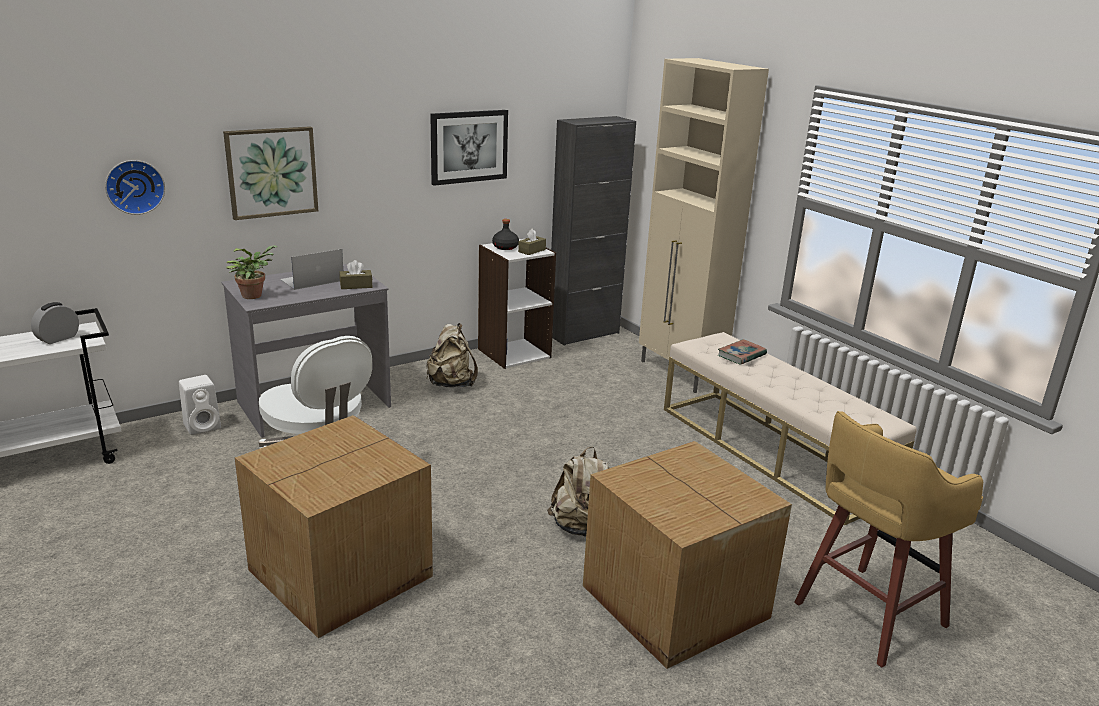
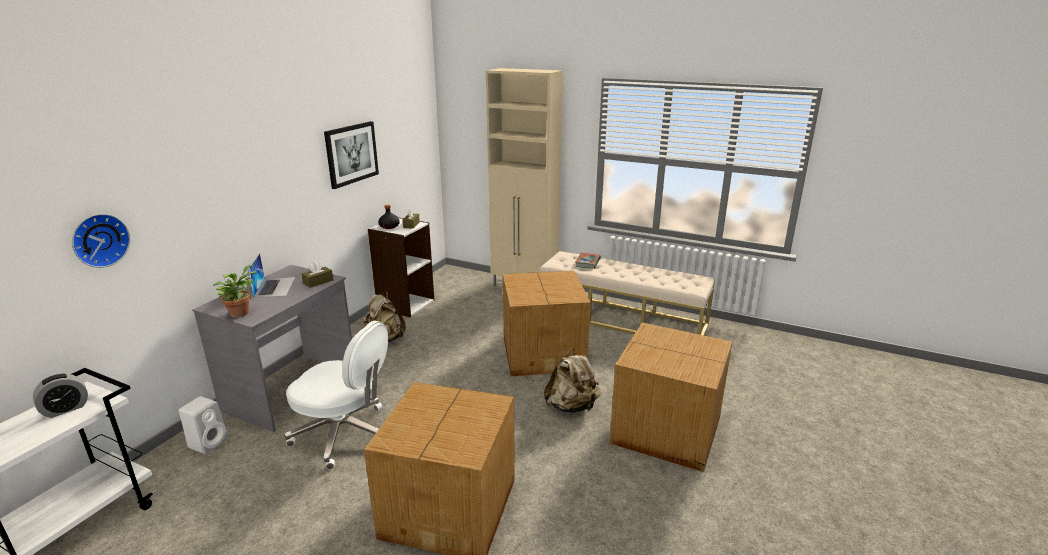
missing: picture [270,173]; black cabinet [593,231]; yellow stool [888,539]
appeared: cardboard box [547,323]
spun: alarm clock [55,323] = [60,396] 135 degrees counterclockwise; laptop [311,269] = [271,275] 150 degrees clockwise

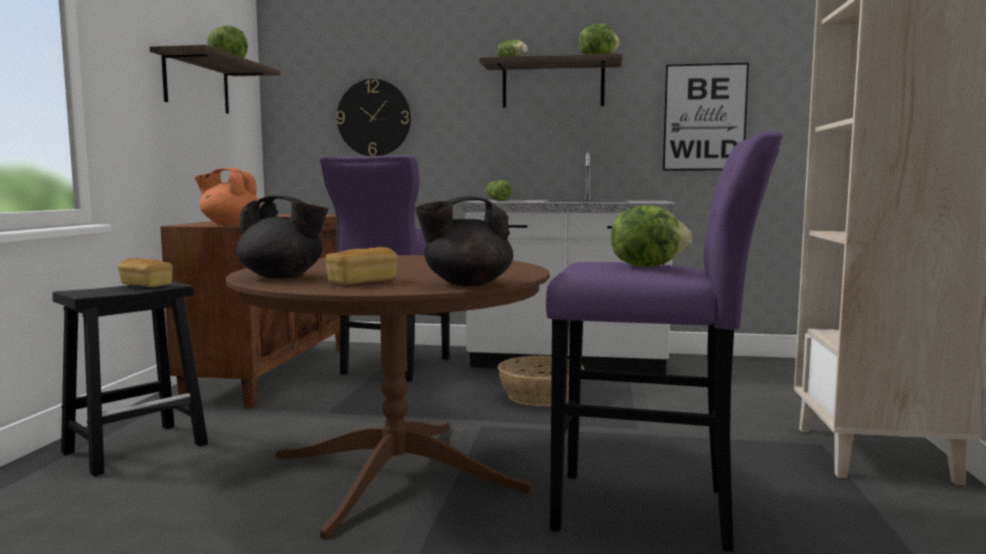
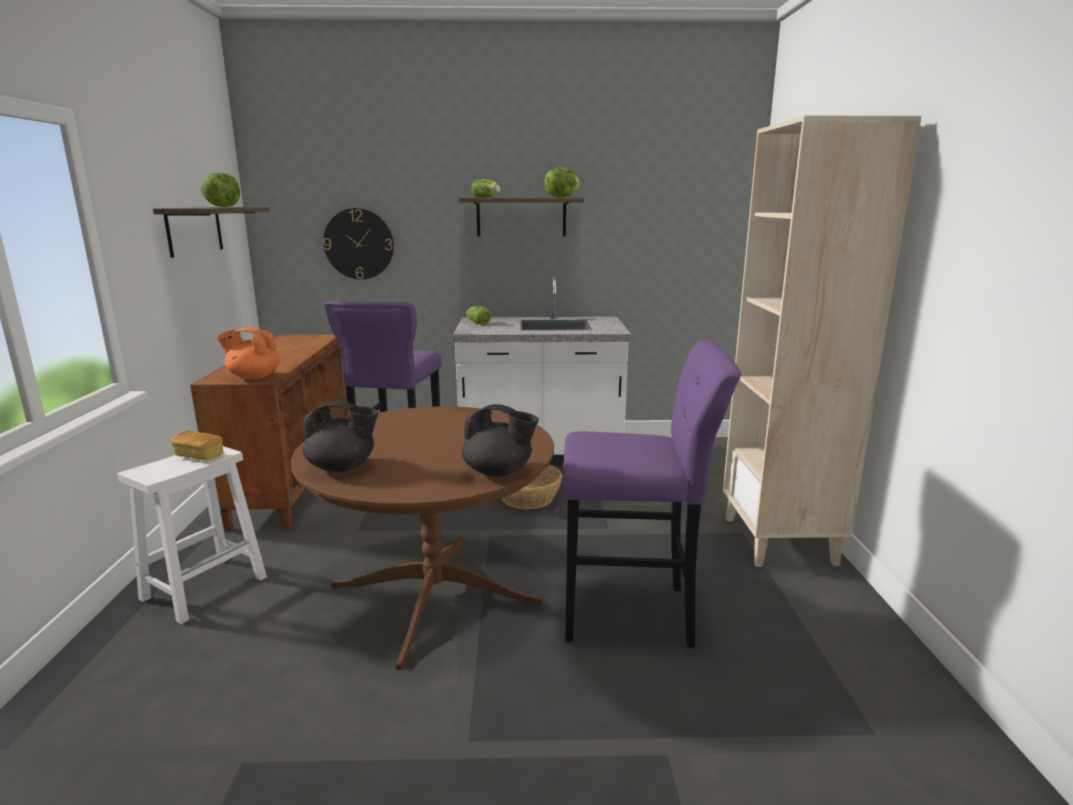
missing: bread [361,265]; lettuce [651,236]; picture [706,117]
colour: black stool [130,378] to white stool [192,535]
spun: black teapot [464,241] = [500,440] 135 degrees counterclockwise

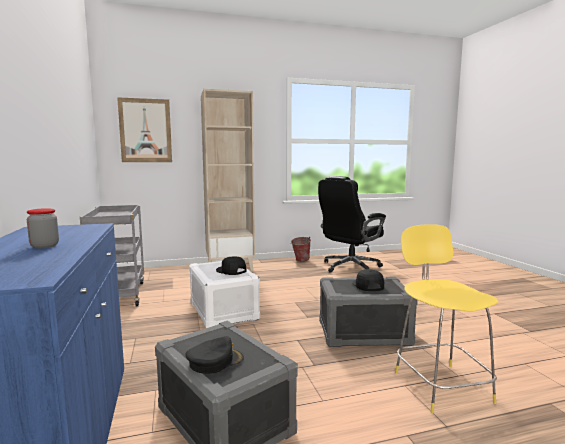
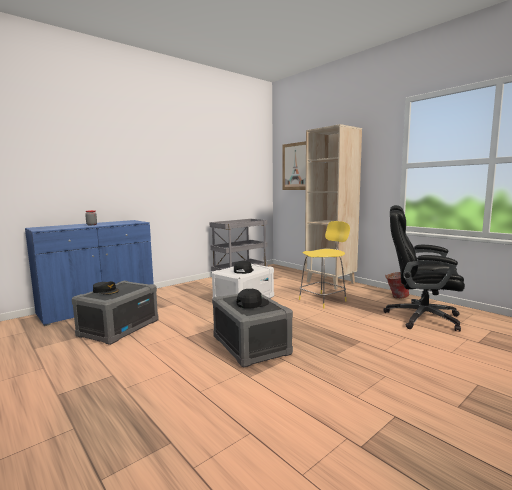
relocated: yellow stool [446,318] to [324,264]

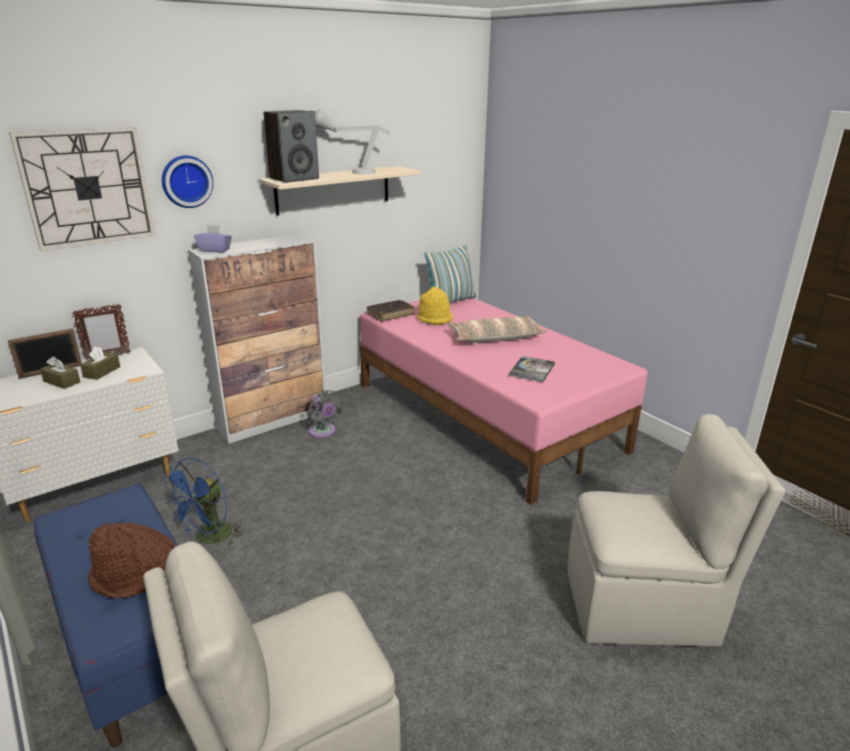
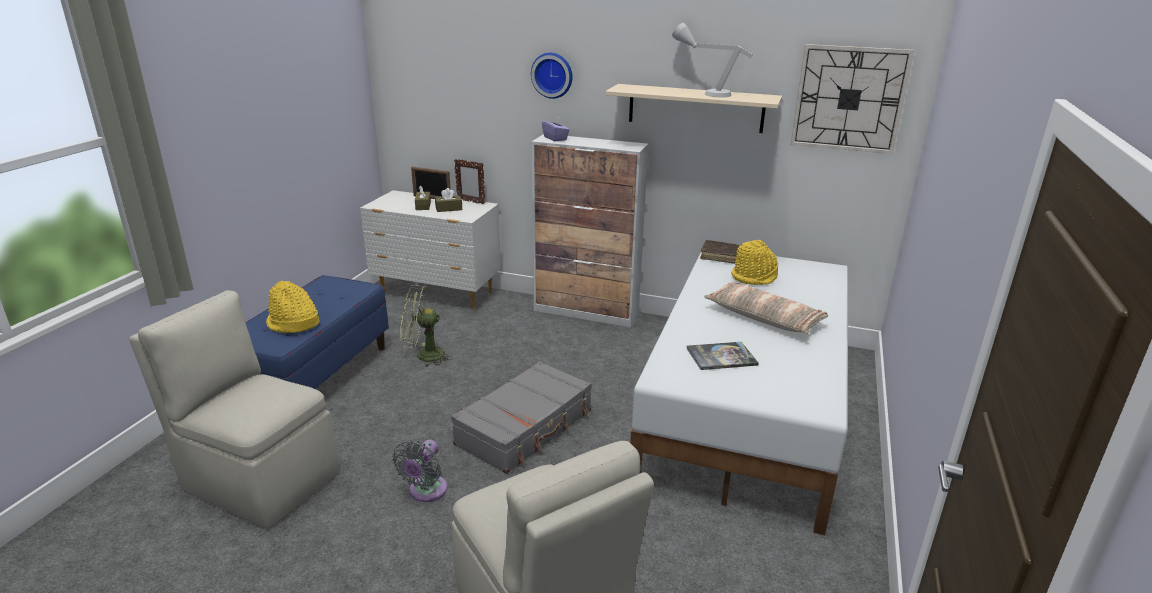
missing: speaker [291,146]; pillow [450,274]
appeared: grey suitcase [521,417]
relocated: wall clock [82,189] to [852,99]; grey fan [325,414] to [420,471]
colour: brown hat [132,560] to yellow hat [293,307]; blue fan [202,501] to green fan [426,326]; pink bed [504,401] to white bed [739,393]

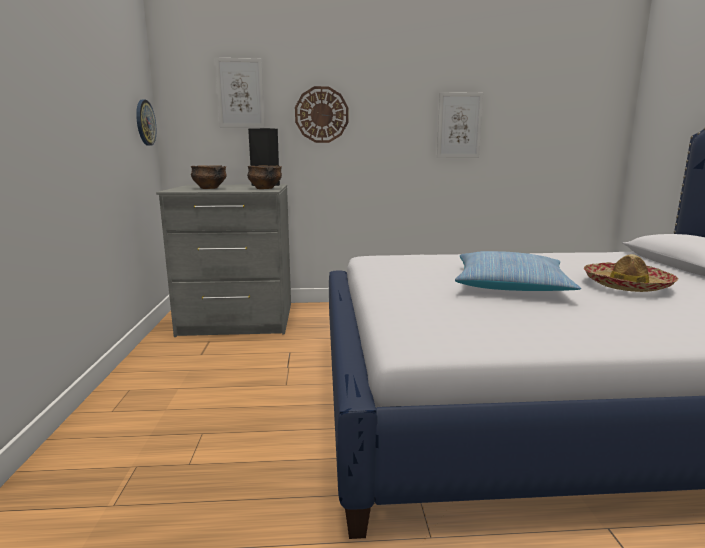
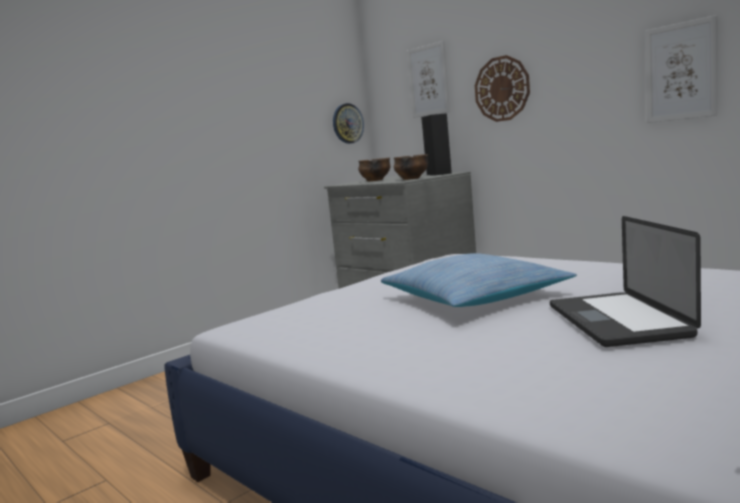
exchanged: hat [631,273] to laptop [625,281]

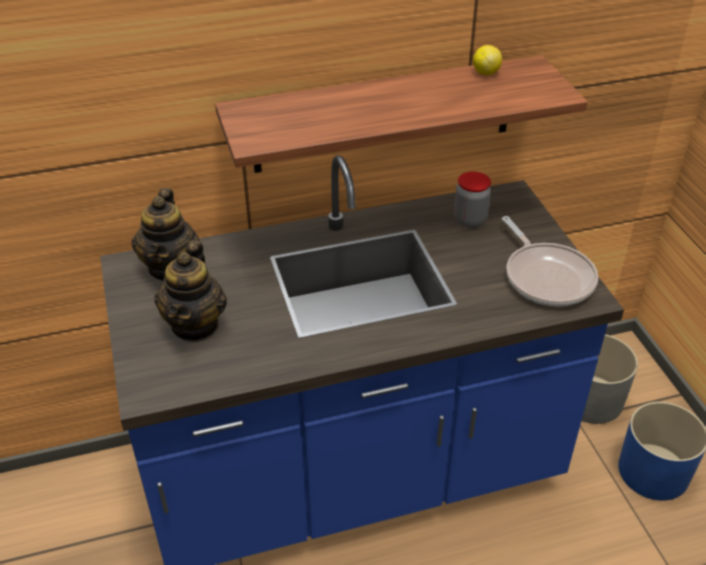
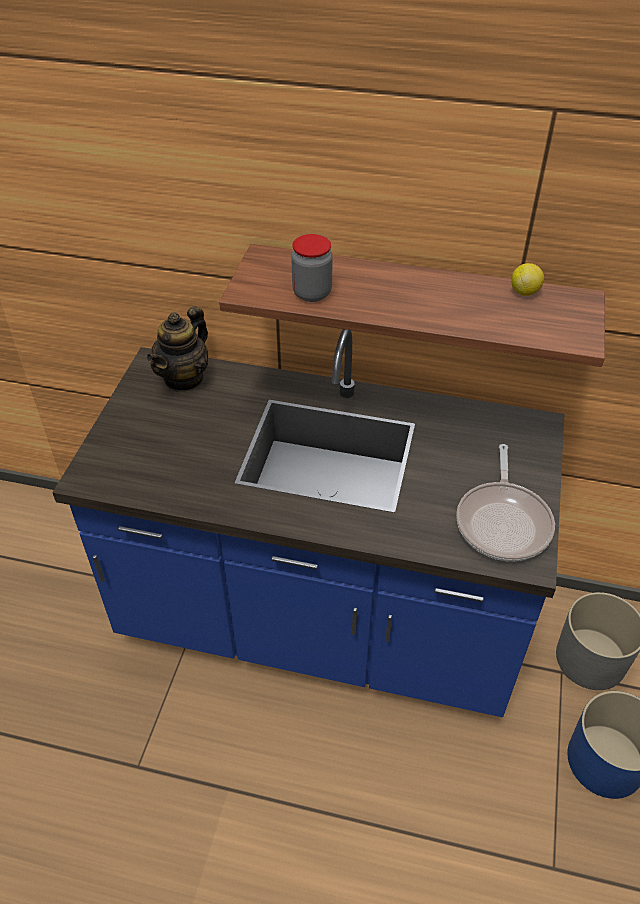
missing: teapot [191,291]
relocated: jar [472,200] to [312,268]

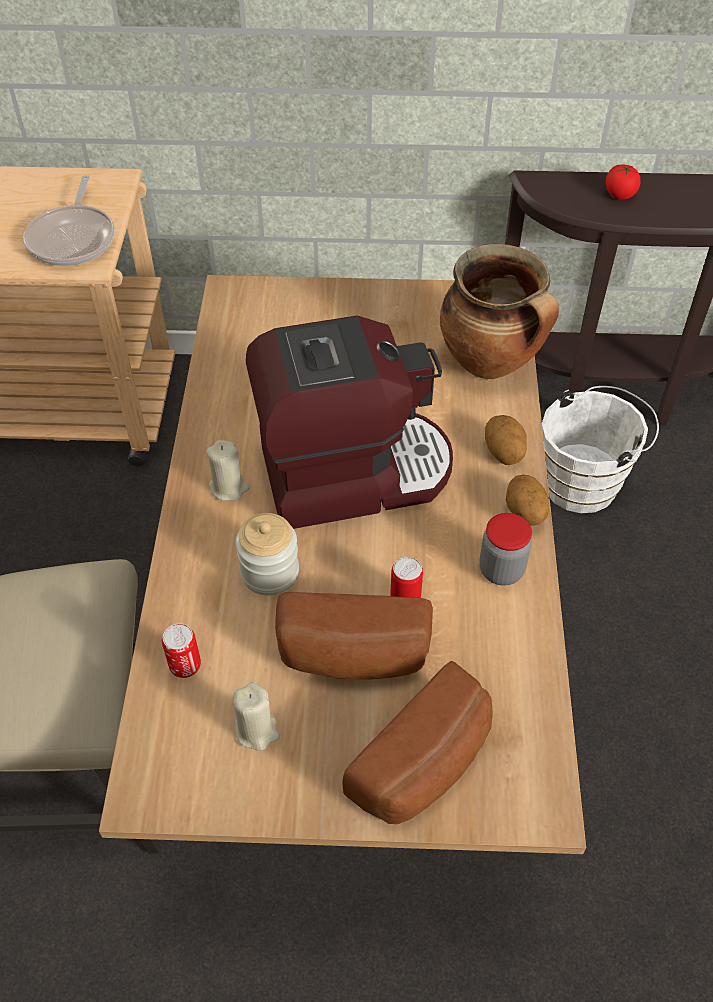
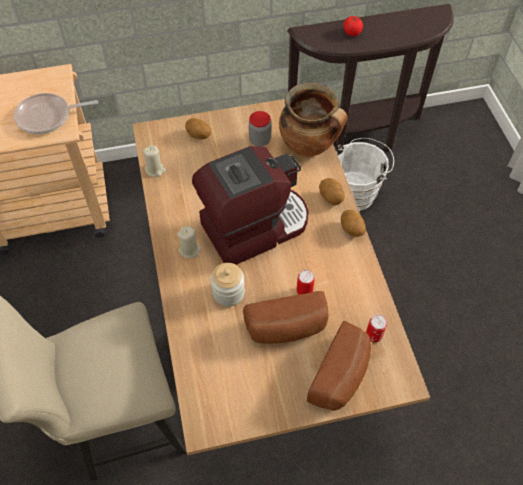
appeared: potato [198,128]
relocated: can [181,650] to [376,328]; beige candle [256,716] to [154,161]; jar [505,549] to [260,129]
spun: frying pan [69,220] = [56,113] 90 degrees clockwise

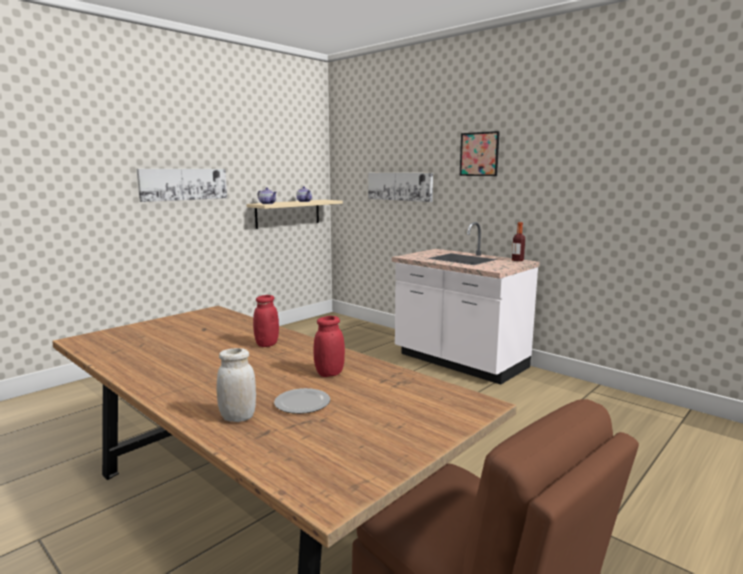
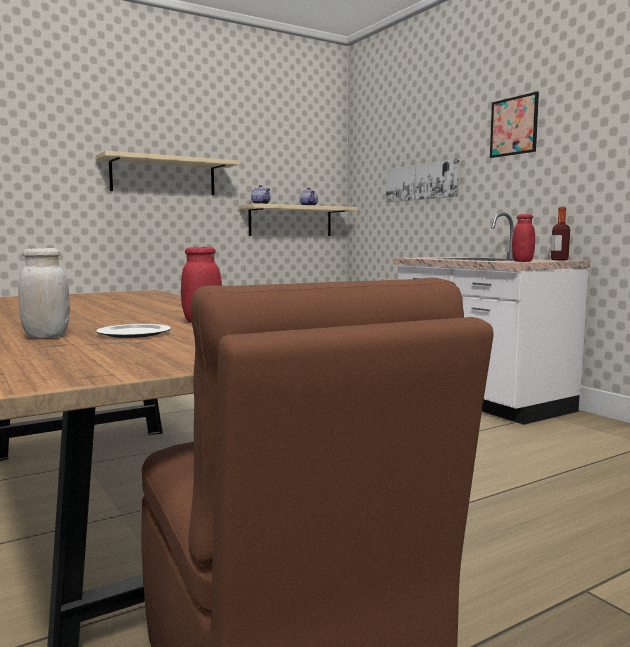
relocated: red jar [266,321] to [523,238]
exchanged: picture [182,185] to beige shelf [167,173]

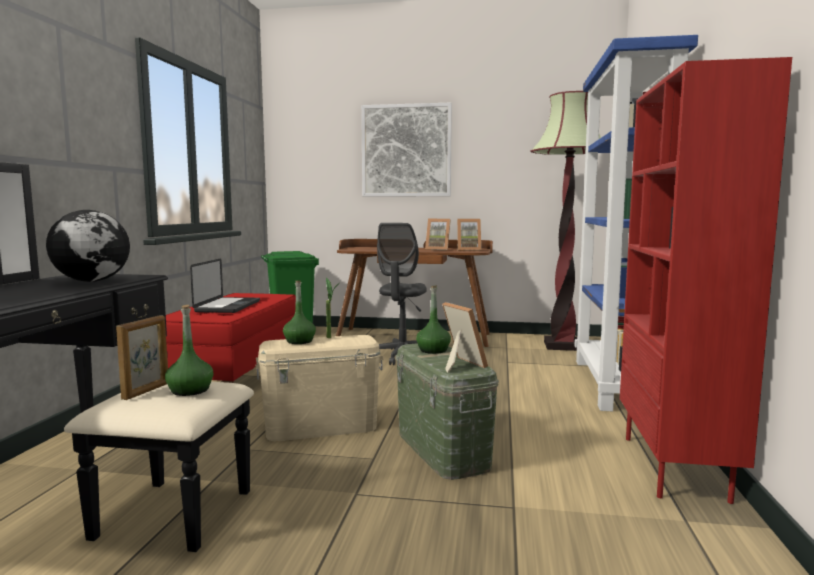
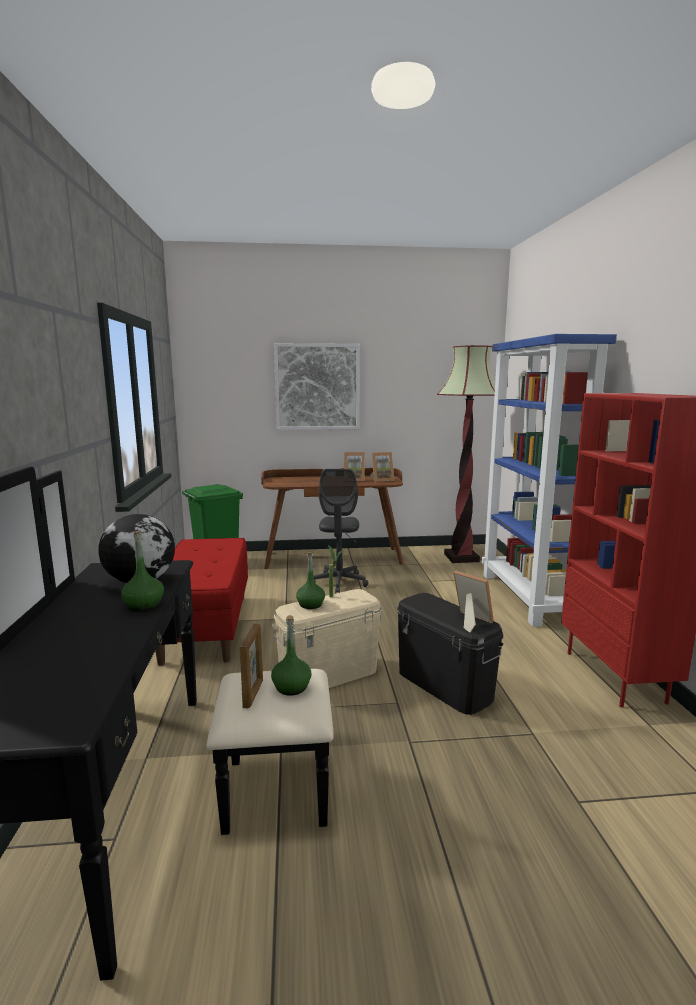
missing: laptop [225,286]
relocated: green bottle [433,319] to [142,571]
colour: green storage box [447,411] to black storage box [450,654]

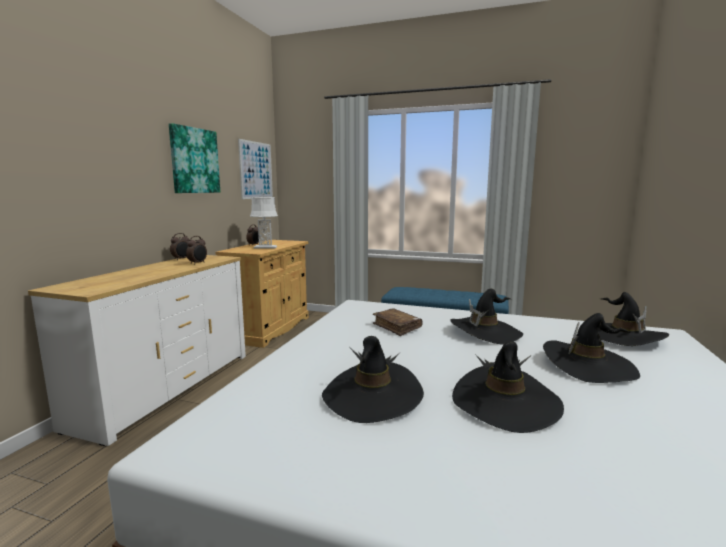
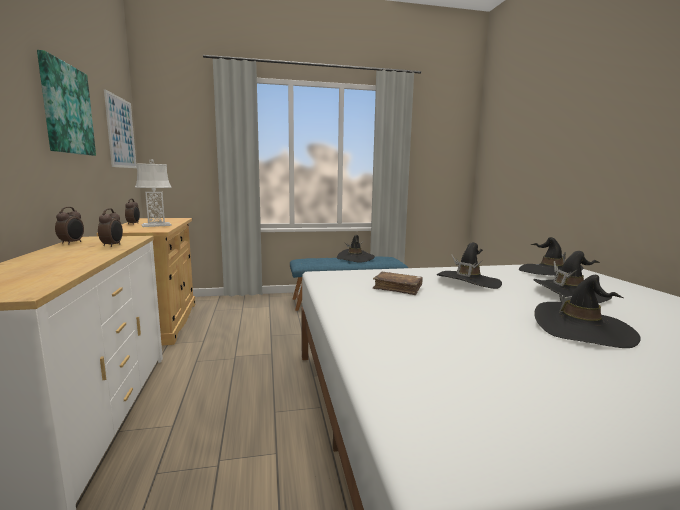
relocated: black hat [373,379] to [356,249]

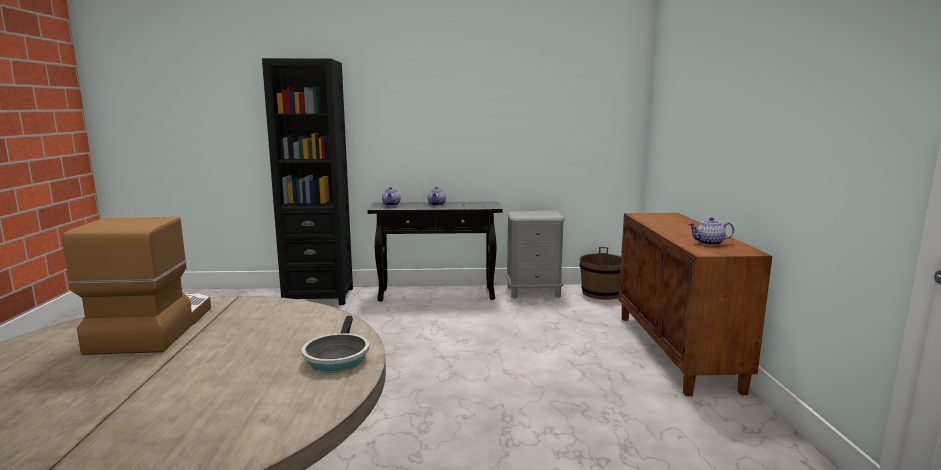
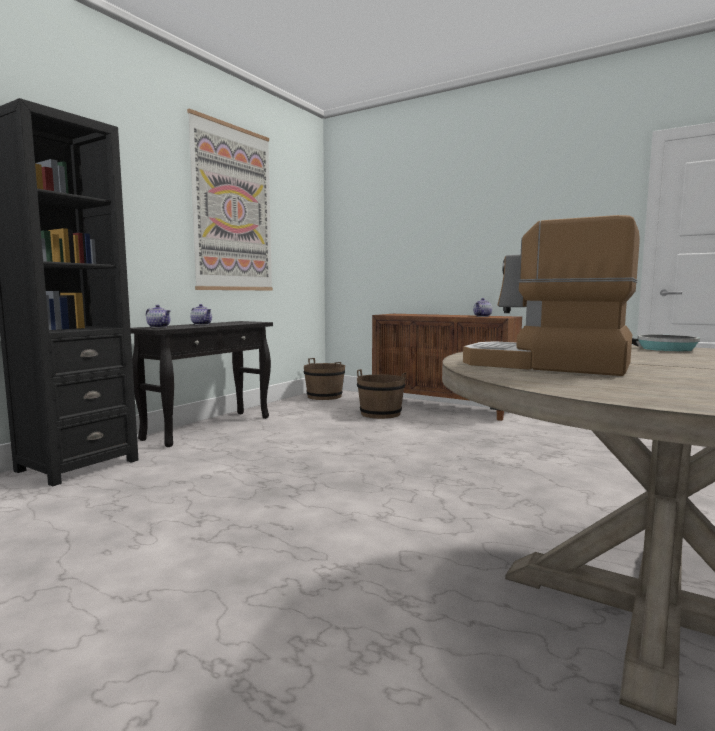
missing: grey nightstand [536,255]
appeared: picture [230,199]; brown bucket [381,394]

